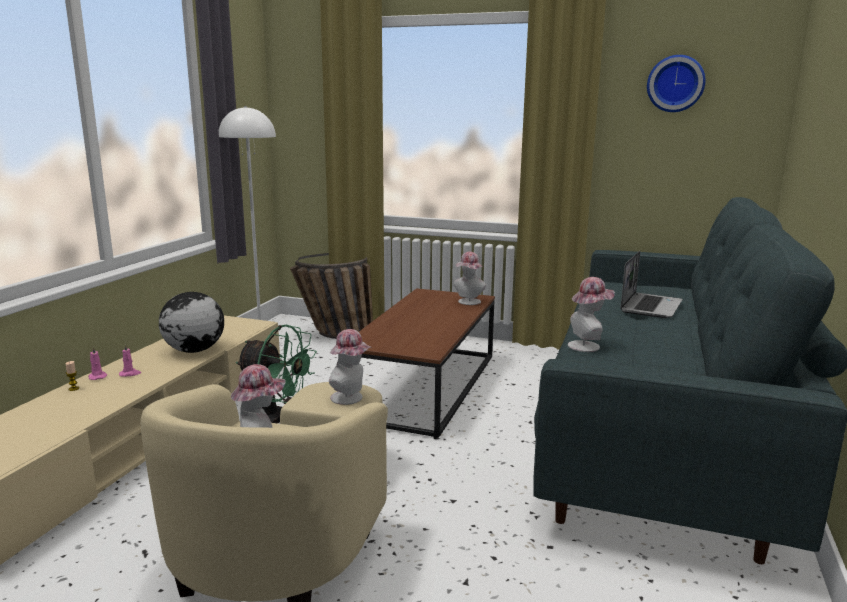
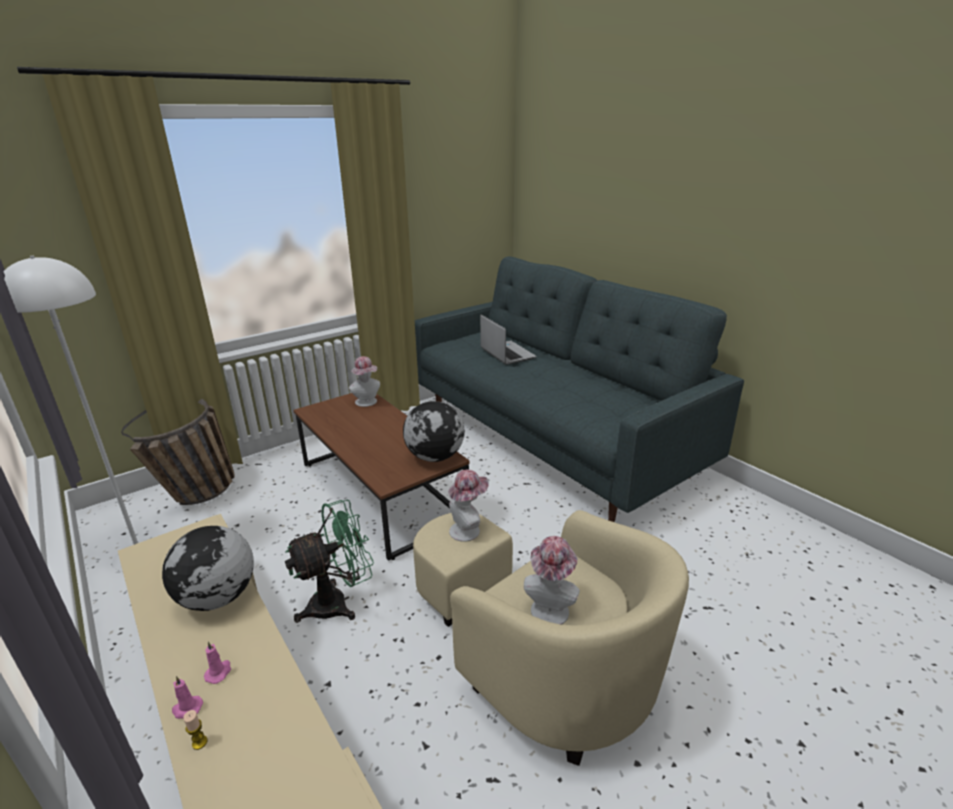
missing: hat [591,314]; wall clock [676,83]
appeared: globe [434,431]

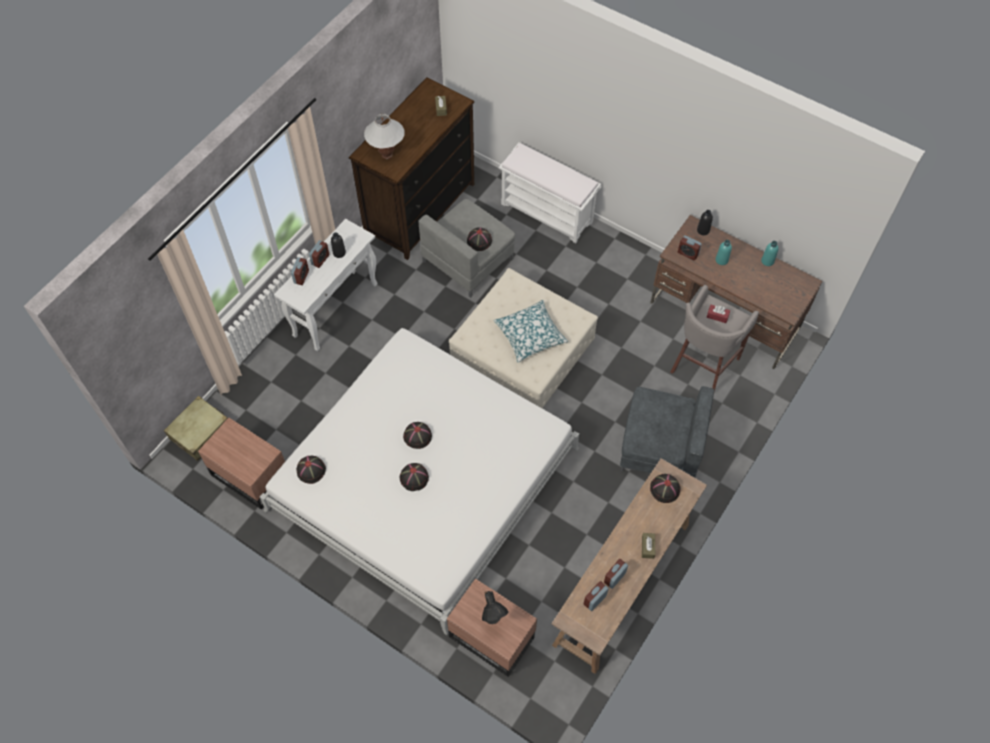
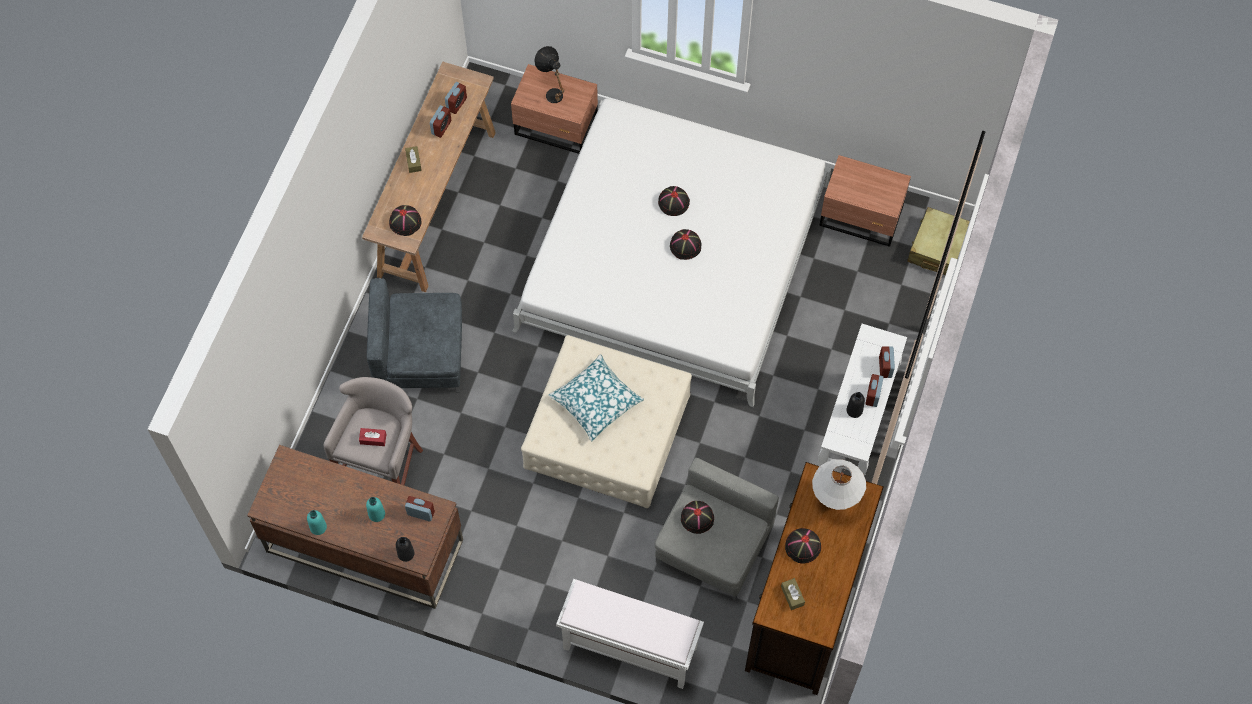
relocated: black hat [311,470] to [803,546]

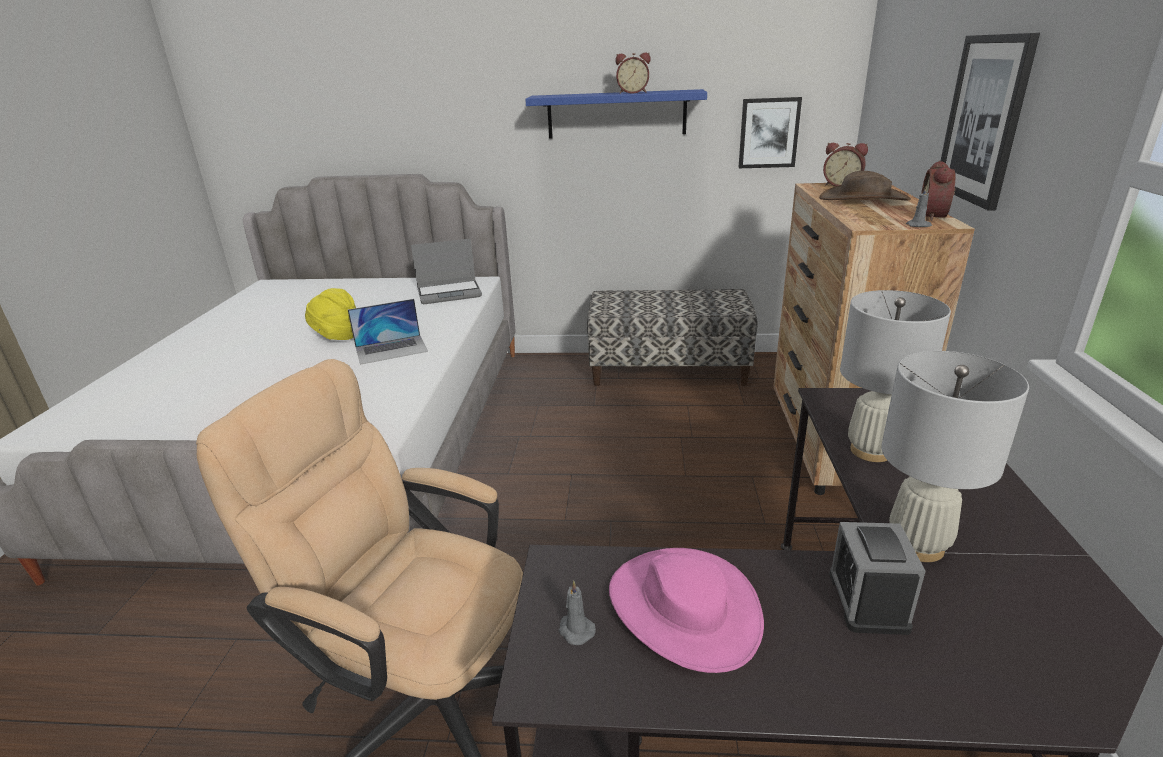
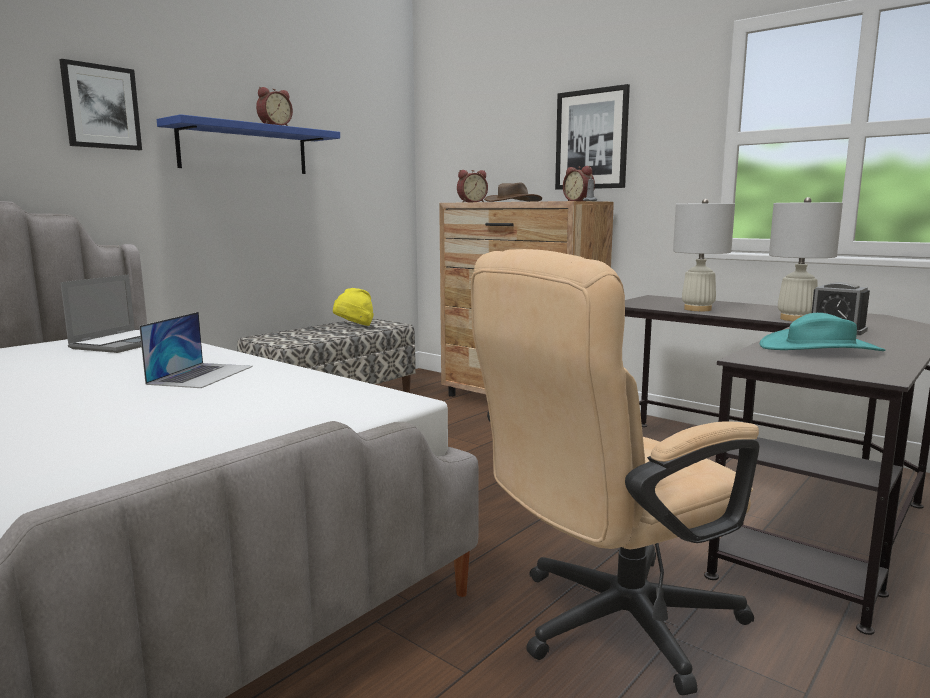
missing: grey candle [577,612]
relocated: yellow hat [330,314] to [353,307]; picture [770,132] to [100,104]
colour: pink hat [686,610] to turquoise hat [822,332]

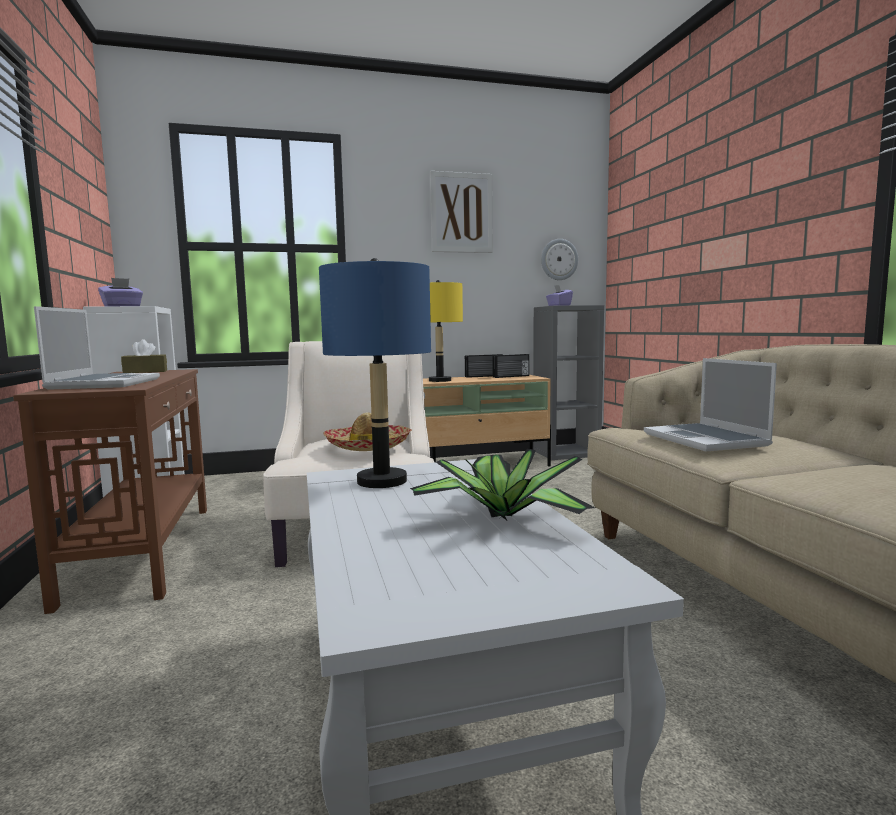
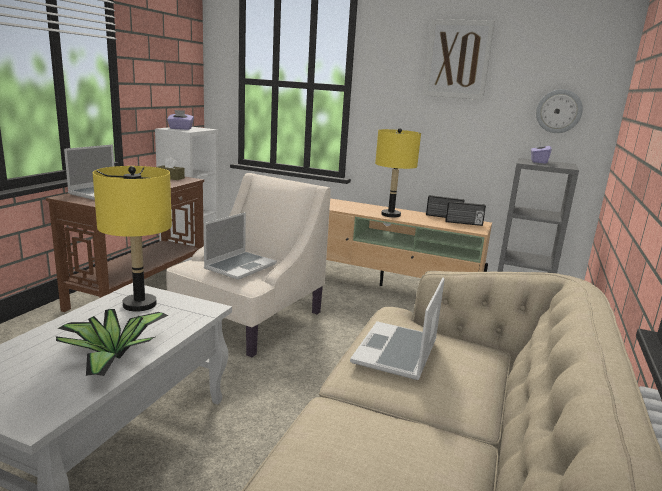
exchanged: hat [367,431] to laptop [240,246]
colour: blue table lamp [375,373] to yellow table lamp [132,239]

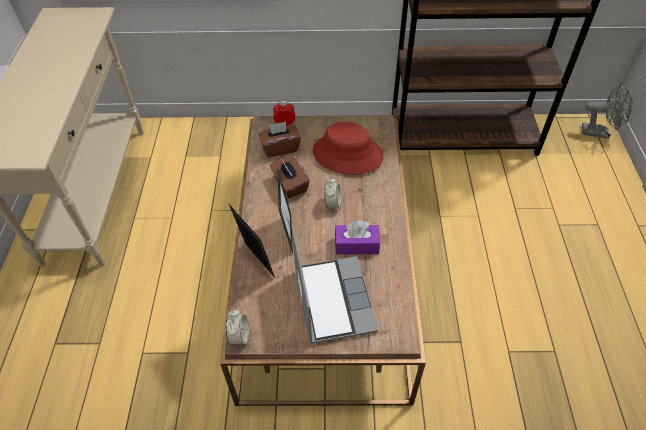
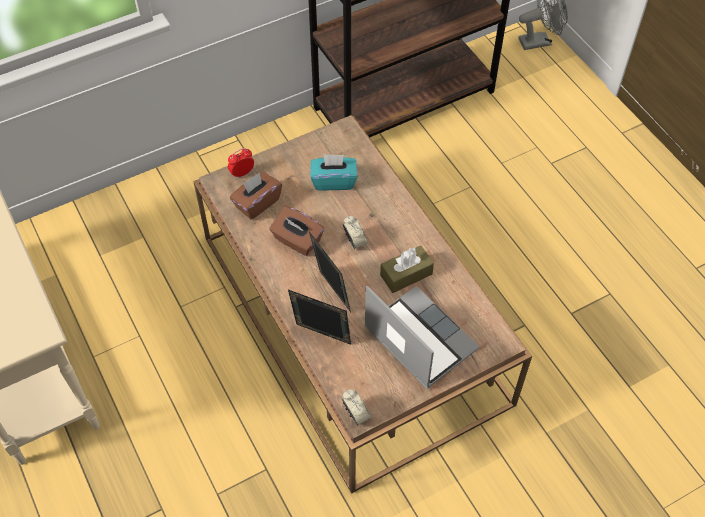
exchanged: red hat [348,148] to turquoise tissue box [334,172]
colour: purple tissue box [357,237] to brown tissue box [407,269]

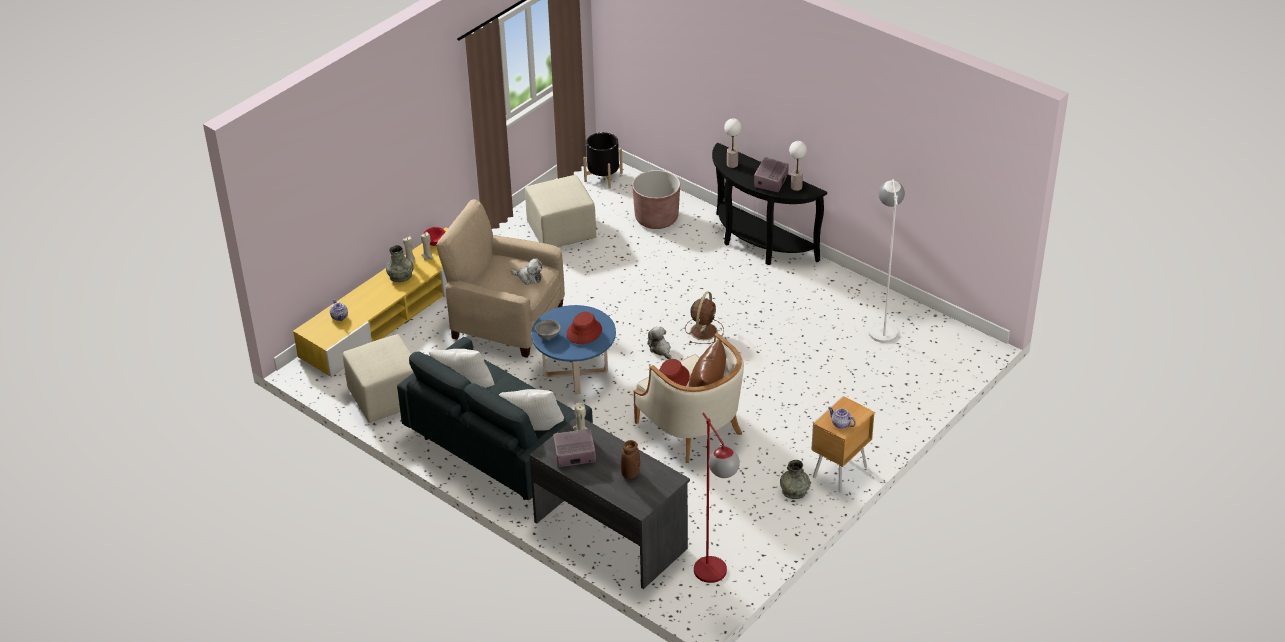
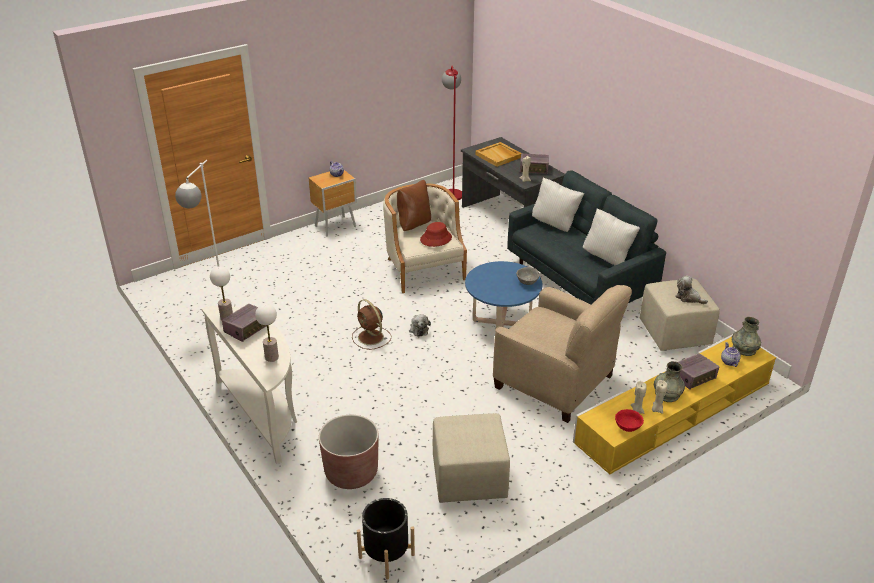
missing: red hat [584,328]
appeared: radio [698,372]
relocated: plush toy [526,271] to [691,290]; grey vase [795,479] to [746,336]
exchanged: brown vase [630,459] to beige tray [498,154]
colour: black console table [769,204] to white console table [249,385]
spun: brown fan [704,317] = [371,324] 75 degrees counterclockwise

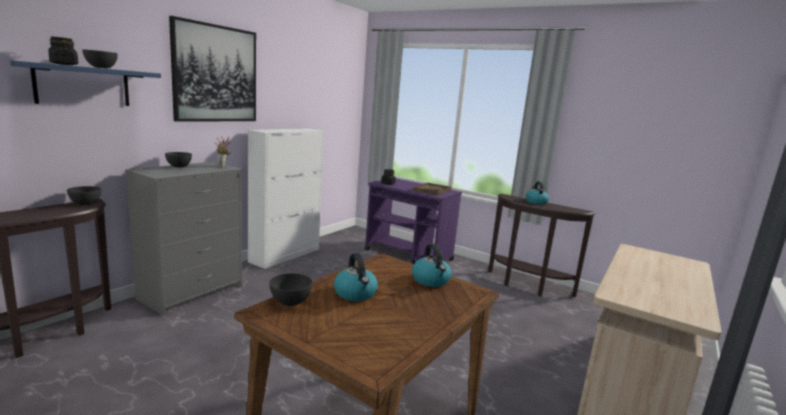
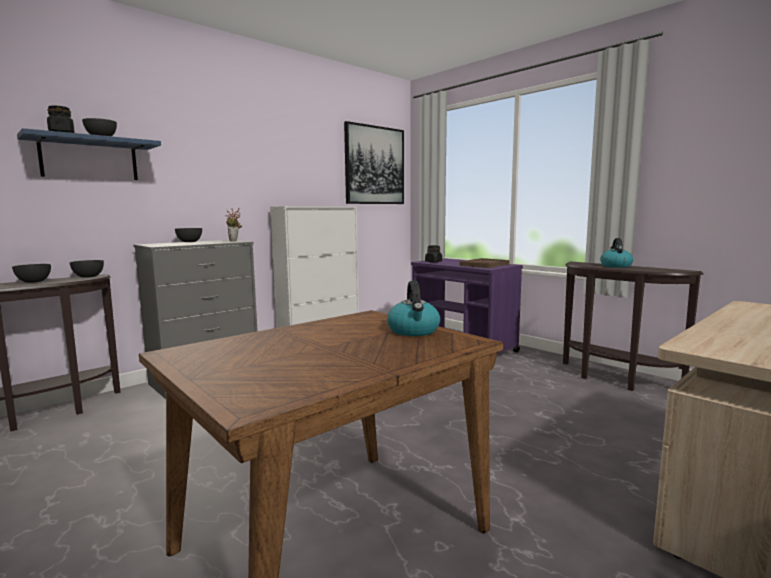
missing: kettle [356,277]
relocated: picture [212,69] to [374,162]; grey bowl [291,289] to [31,273]

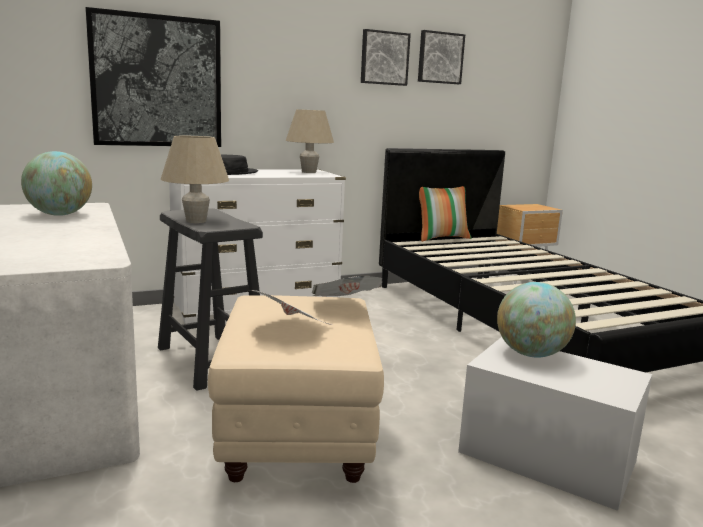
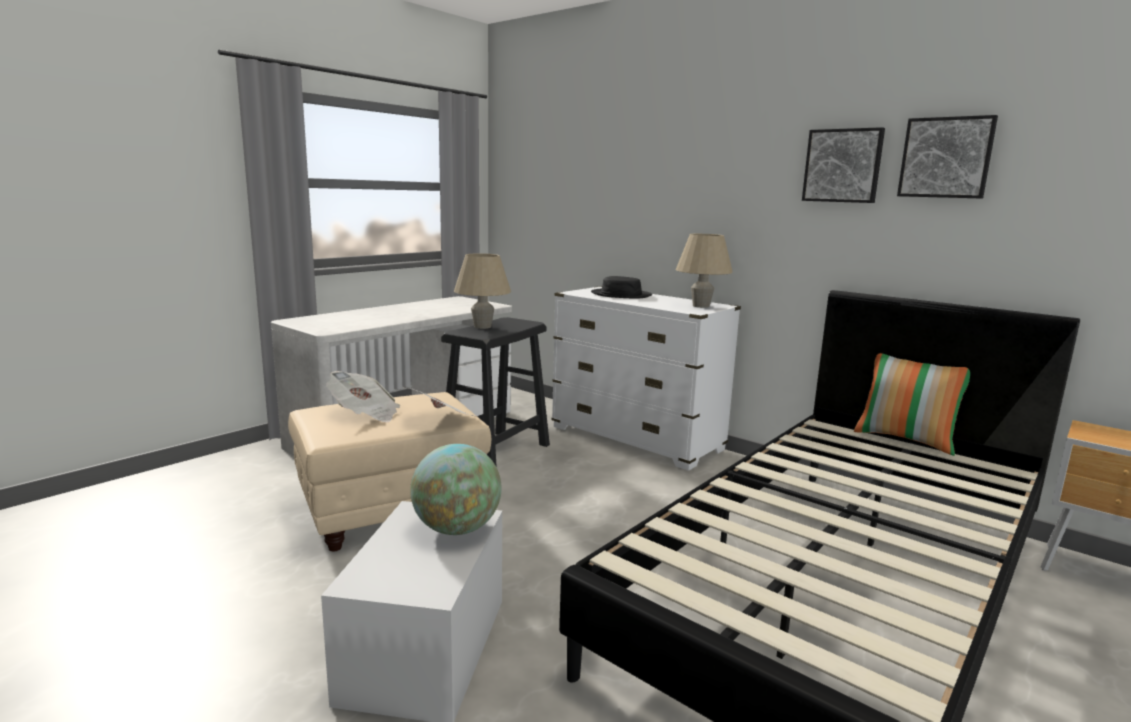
missing: globe [56,183]; picture [153,77]

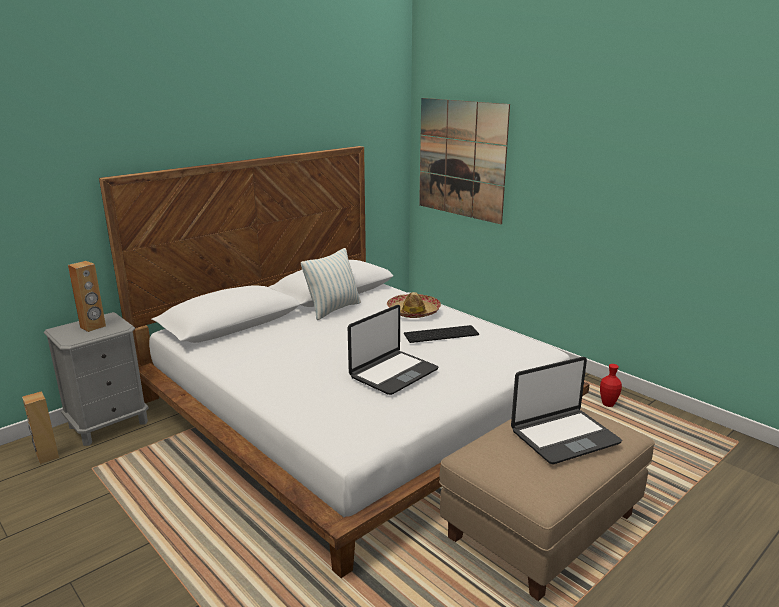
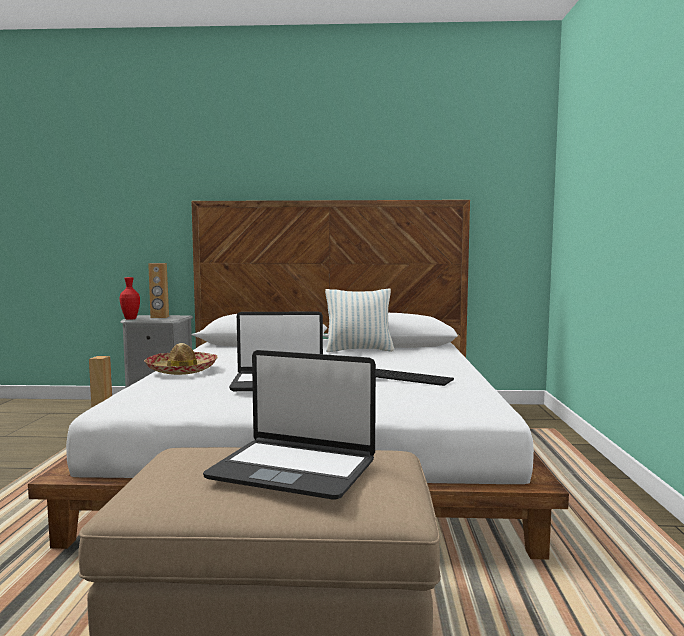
missing: picture [464,161]
relocated: hat [414,305] to [181,359]; red vase [611,385] to [130,298]

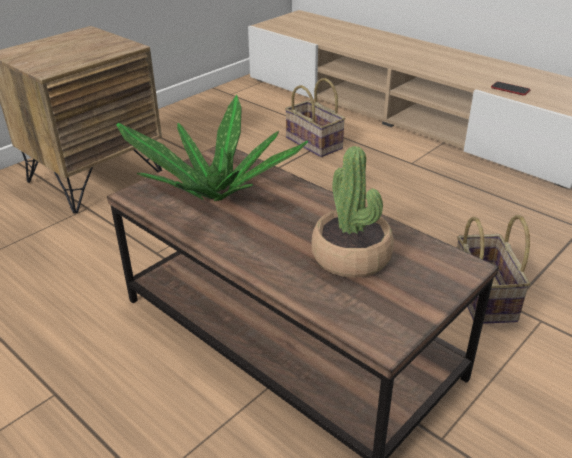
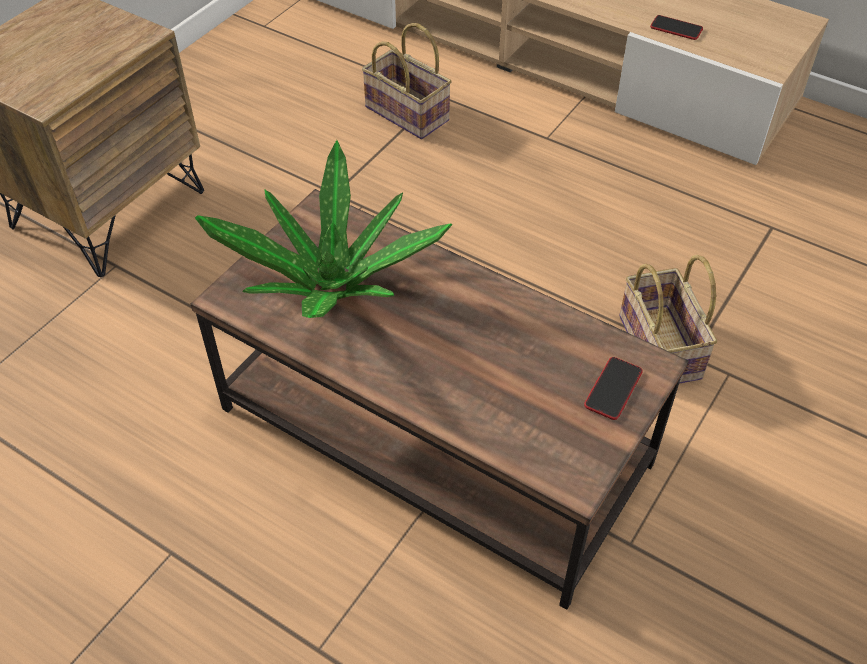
missing: potted plant [352,212]
appeared: phone [613,388]

